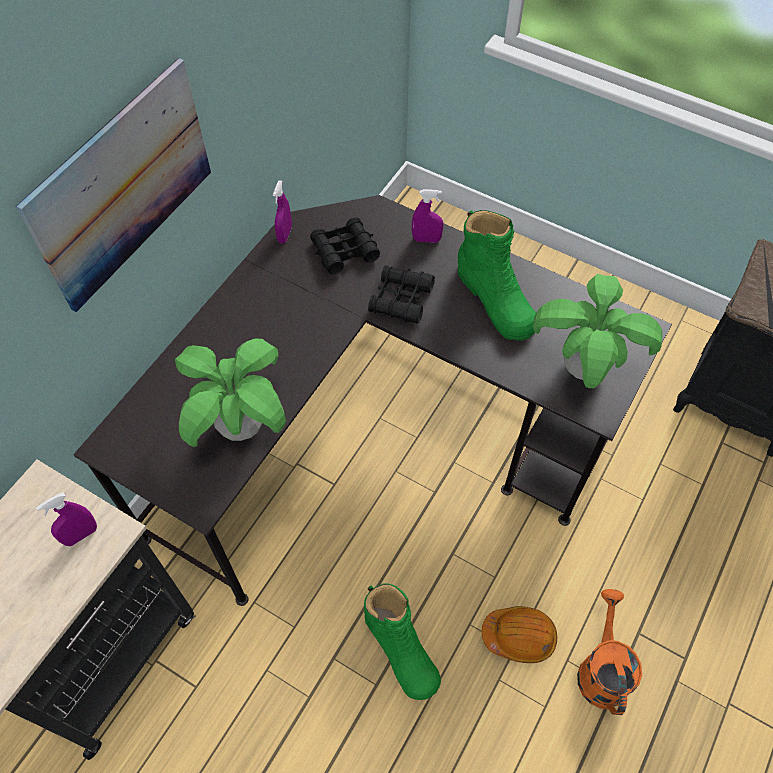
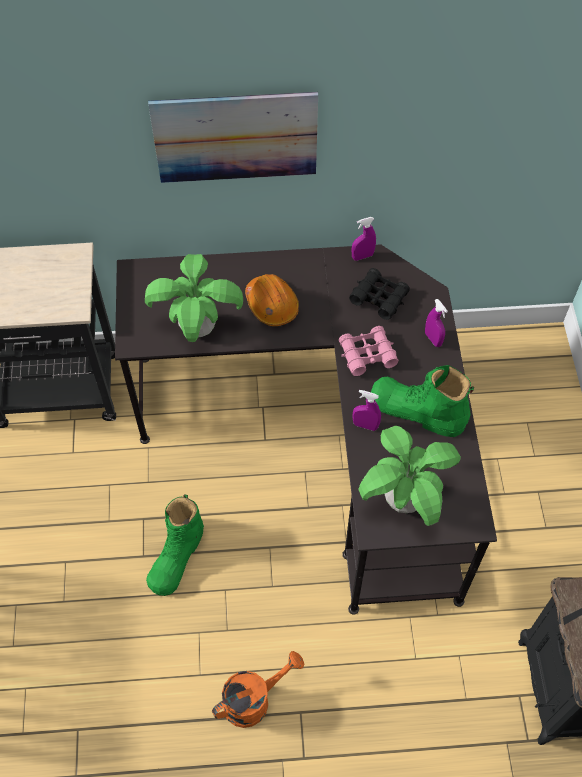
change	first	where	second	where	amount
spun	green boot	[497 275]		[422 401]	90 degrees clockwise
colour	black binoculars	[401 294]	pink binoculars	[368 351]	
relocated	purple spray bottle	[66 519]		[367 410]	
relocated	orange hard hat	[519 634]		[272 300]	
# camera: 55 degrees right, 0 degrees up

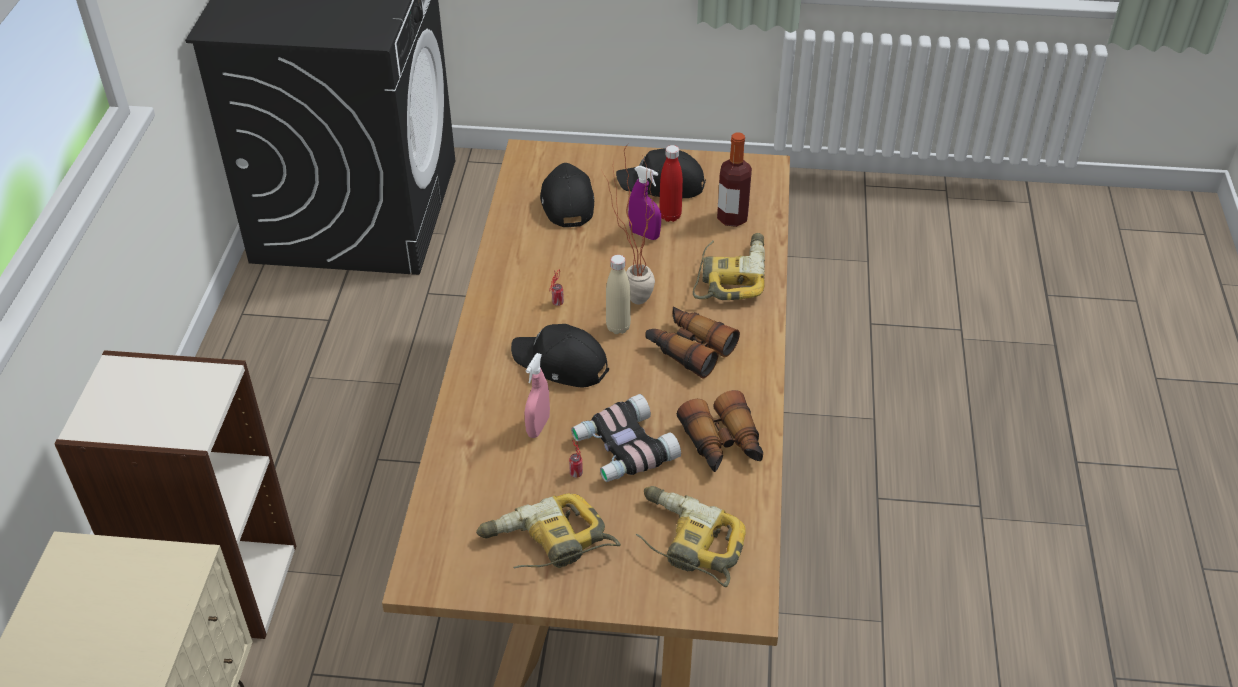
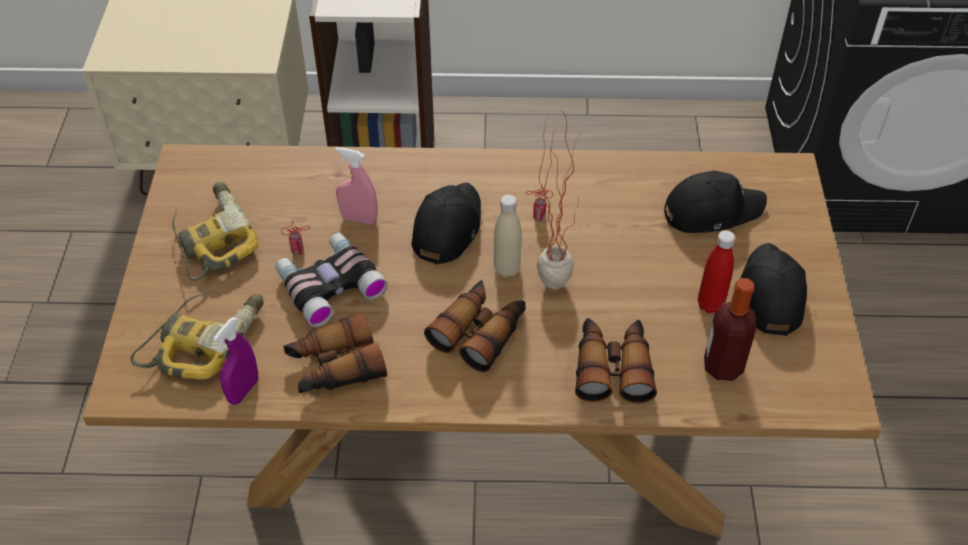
change	first	where	second	where	amount
relocated	purple spray bottle	[644 203]		[235 361]	
exchanged	power drill	[729 266]	binoculars	[616 360]	
# camera: 85 degrees right, 5 degrees up

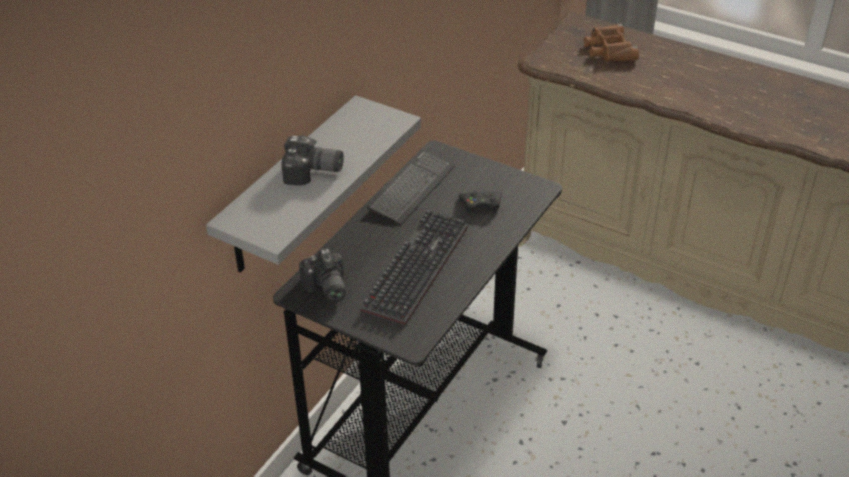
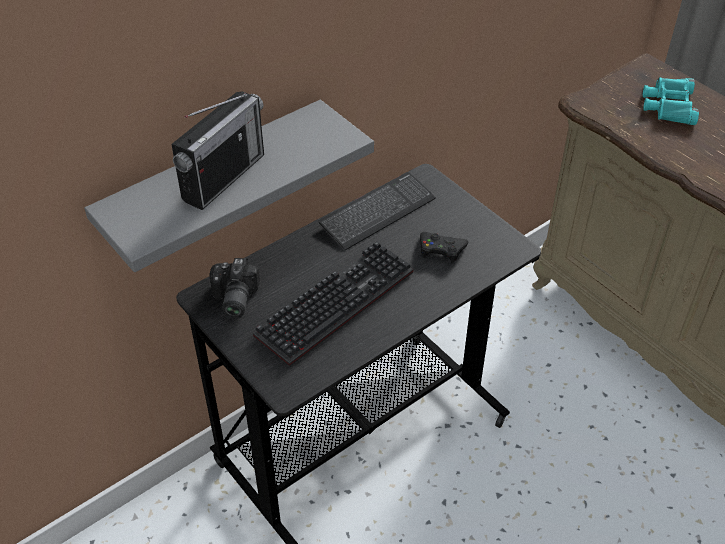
change	first	where	second	where	amount
colour	brown binoculars	[611 43]	turquoise binoculars	[671 101]	
exchanged	photo camera	[312 160]	radio	[217 150]	
# camera: 20 degrees right, 5 degrees up

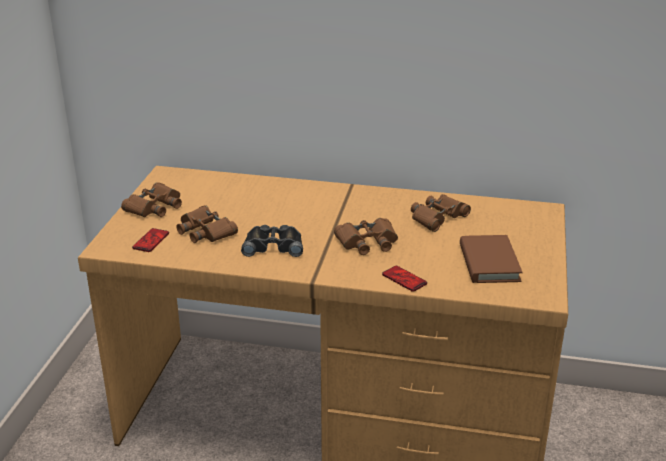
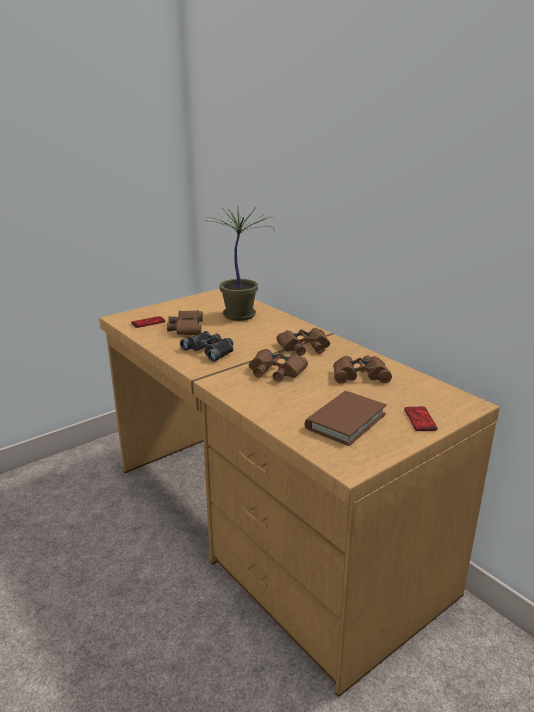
change	first	where	second	where	amount
relocated	brown binoculars	[151 199]		[303 342]	
relocated	phone	[404 279]		[421 418]	
appeared			potted plant	[241 263]	
# camera: 40 degrees right, 5 degrees down

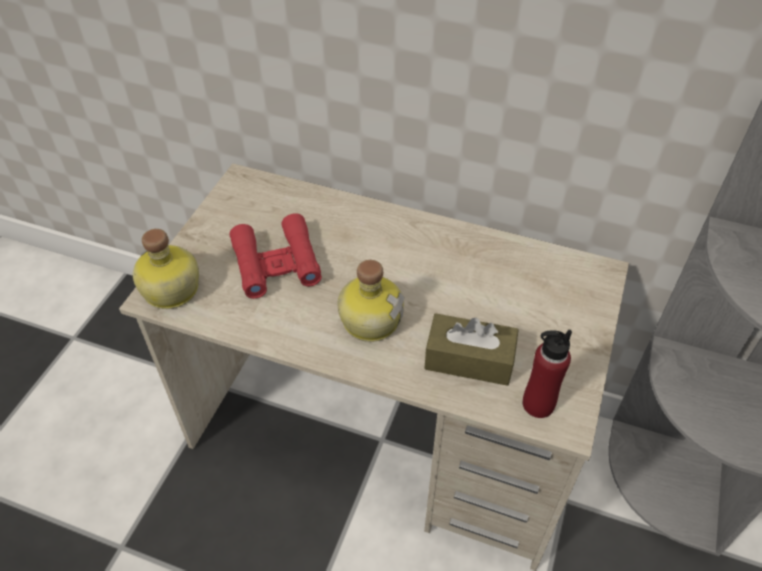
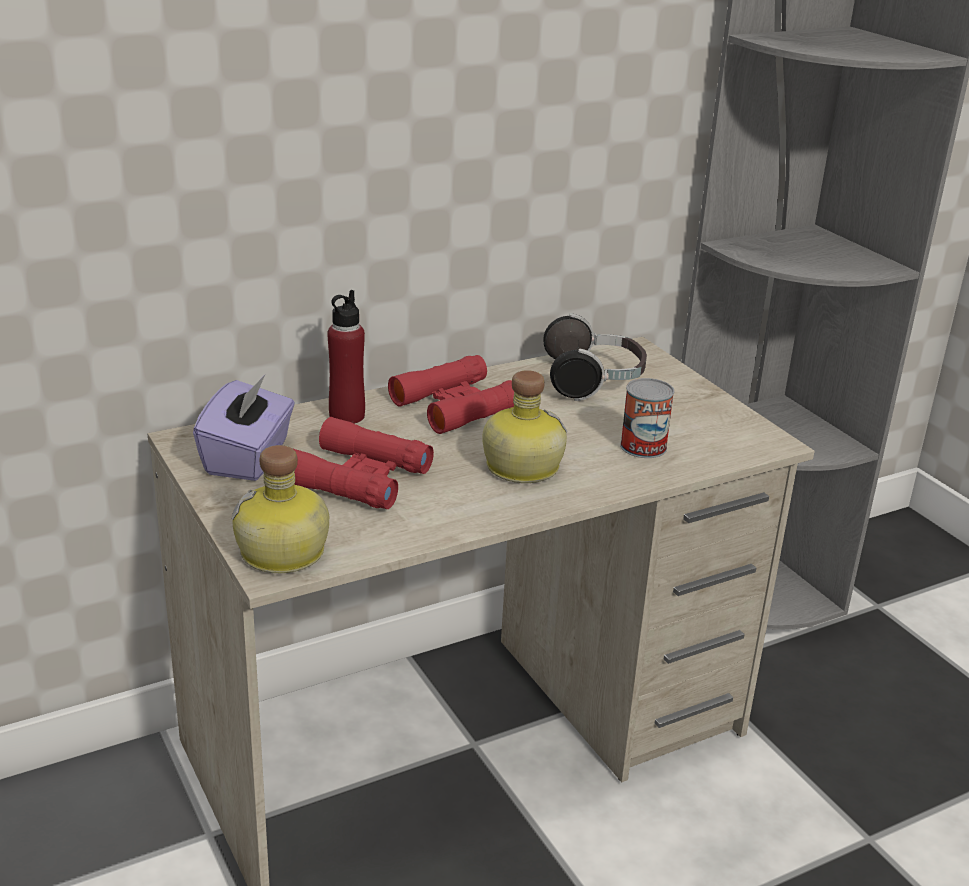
change	first	where	second	where	amount
exchanged	brown tissue box	[471 349]	can	[647 418]	
relocated	red bottle	[547 374]		[346 357]	
appeared			headphones	[595 357]	
appeared			red binoculars	[451 394]	
appeared			purple tissue box	[244 428]	
# camera: 50 degrees left, 20 degrees down

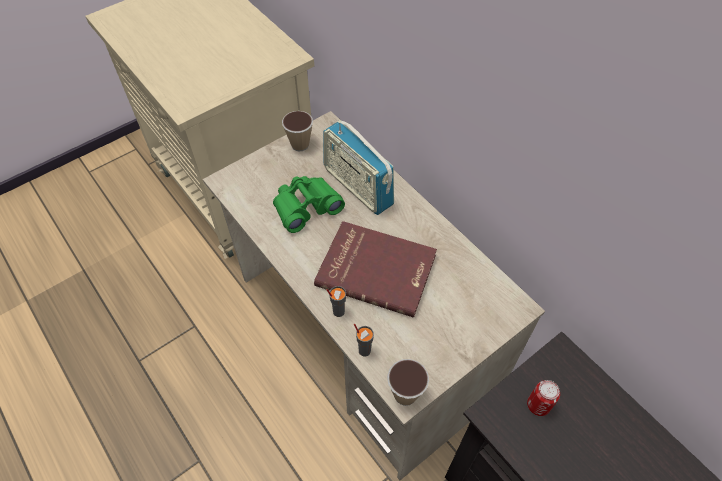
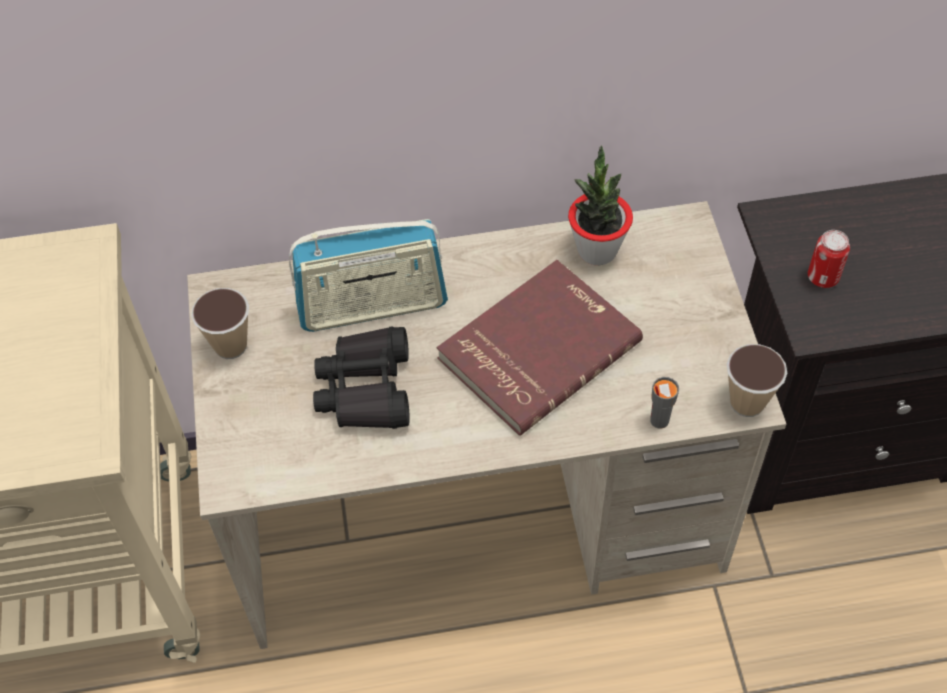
change	first	where	second	where	amount
colour	green binoculars	[309 204]	black binoculars	[361 377]	
missing	grey cup	[336 301]			
appeared			potted plant	[600 205]	
# camera: 60 degrees left, 0 degrees up

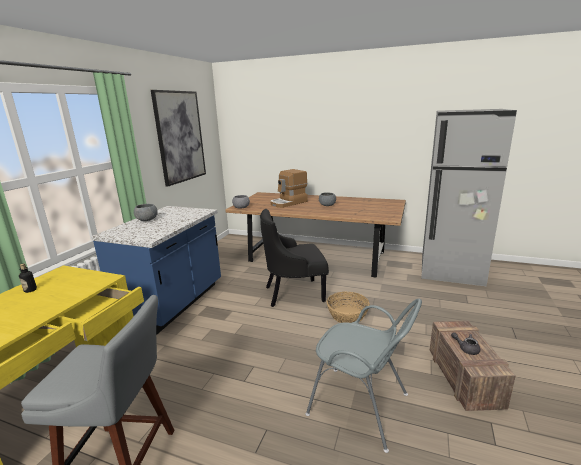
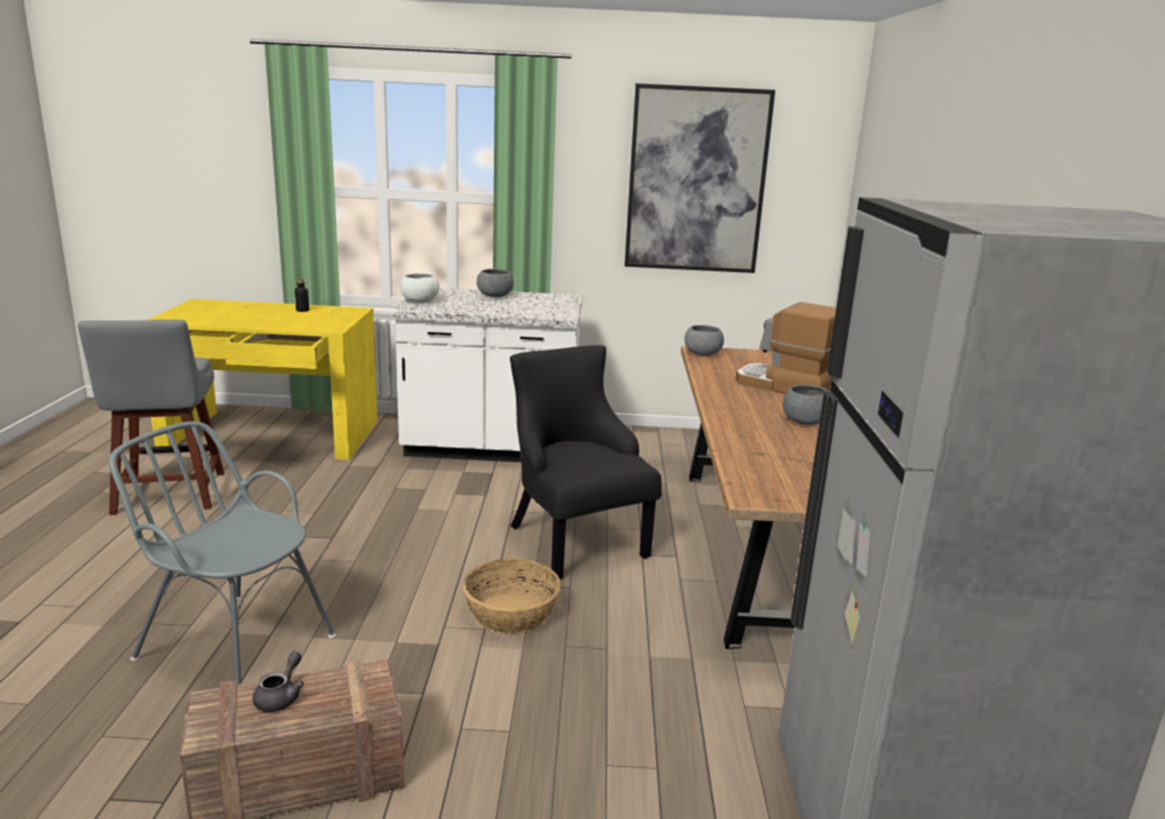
change	first	where	second	where	amount
colour	blue counter	[156 270]	white counter	[487 375]	
spun	grey chair	[363 376]		[222 552]	105 degrees clockwise
appeared			white bowl	[419 288]	
# camera: 70 degrees right, 0 degrees up

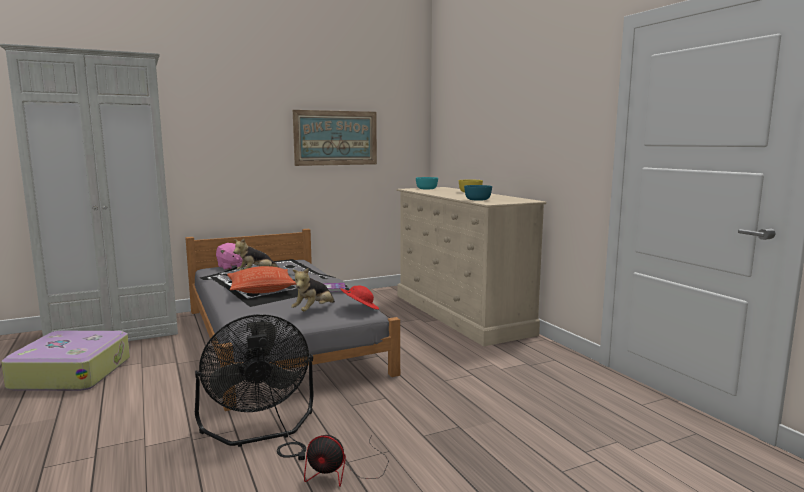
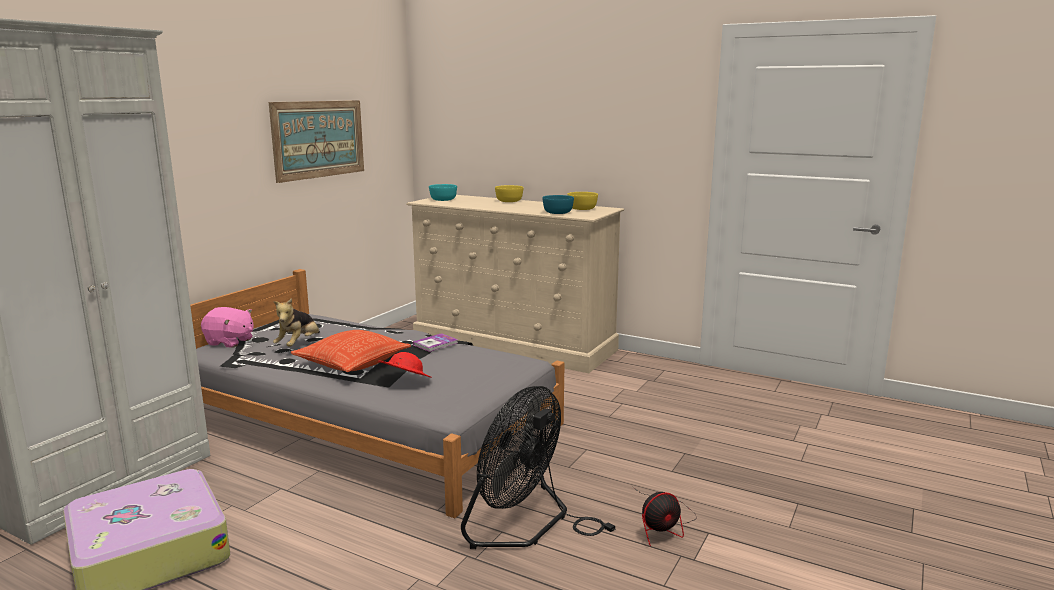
change	first	where	second	where	amount
missing	plush toy	[313 289]			
relocated	red hat	[359 297]		[405 365]	
appeared			yellow bowl	[582 201]	
# camera: 35 degrees left, 5 degrees up

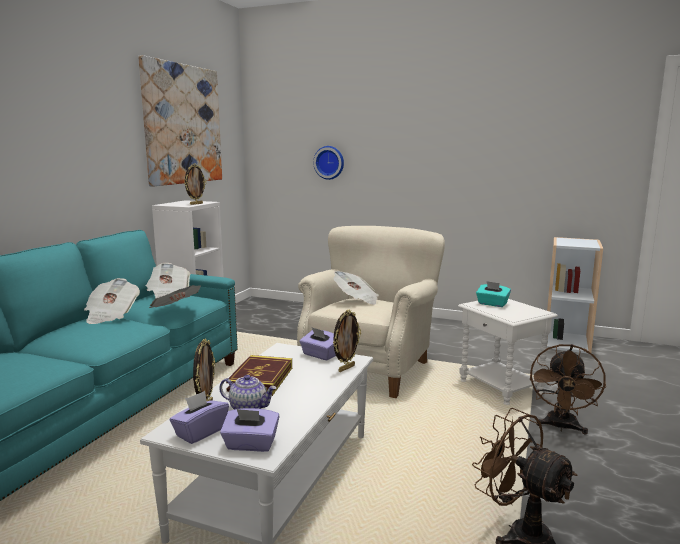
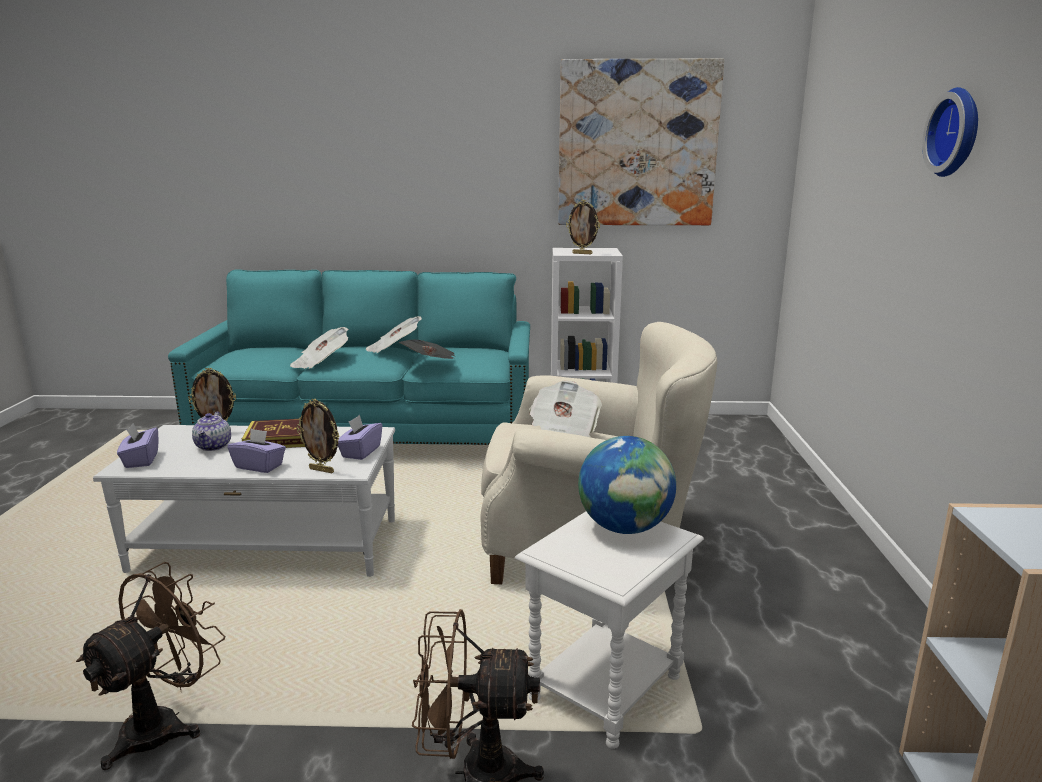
change	first	where	second	where	amount
relocated	wall clock	[328 163]		[950 132]	
relocated	newspaper	[168 280]		[319 348]	
exchanged	turquoise tissue box	[493 294]	globe	[627 485]	
relocated	purple tissue box	[199 417]		[256 451]	
# camera: 70 degrees right, 5 degrees up

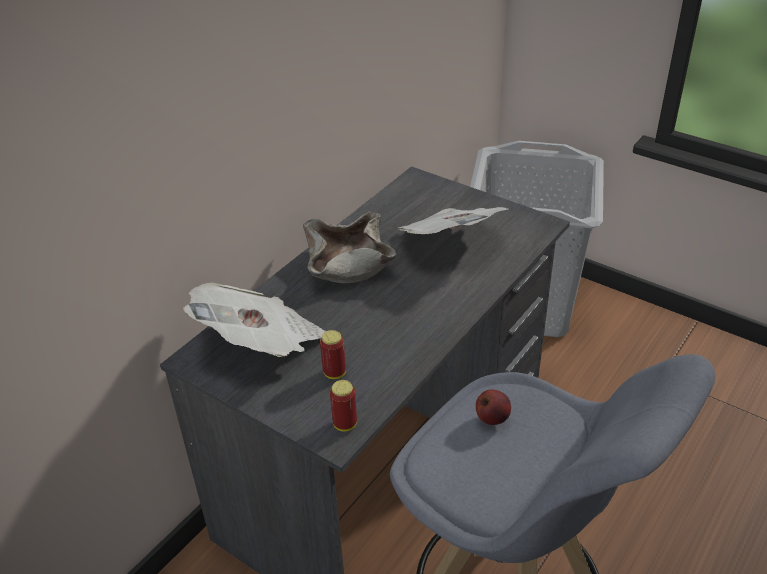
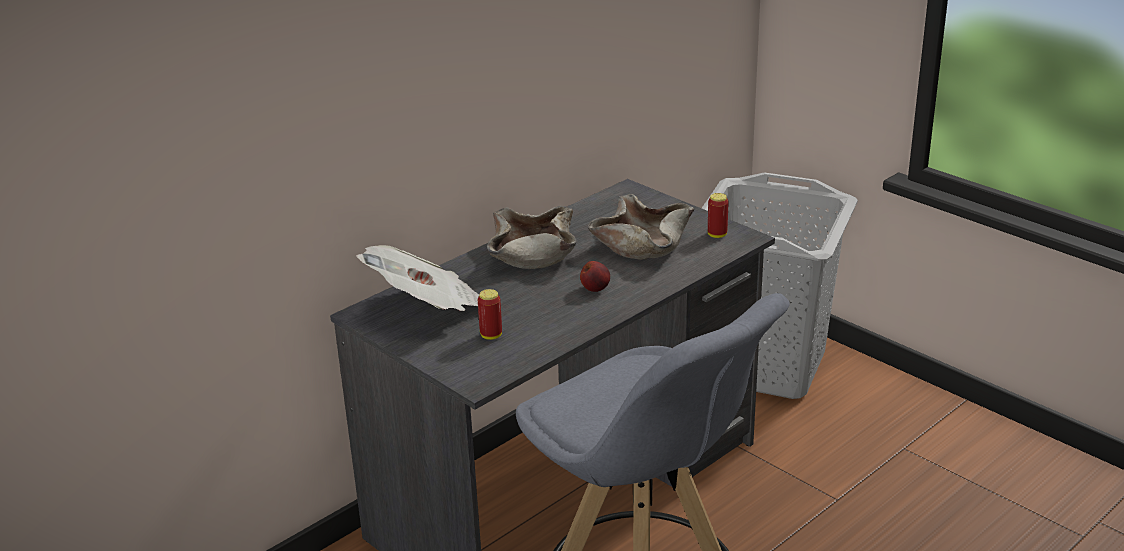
change	first	where	second	where	amount
exchanged	newspaper	[453 220]	beige bowl	[641 227]	
relocated	can	[343 405]		[718 215]	
relocated	apple	[493 407]		[595 276]	
# camera: 10 degrees right, 10 degrees down

